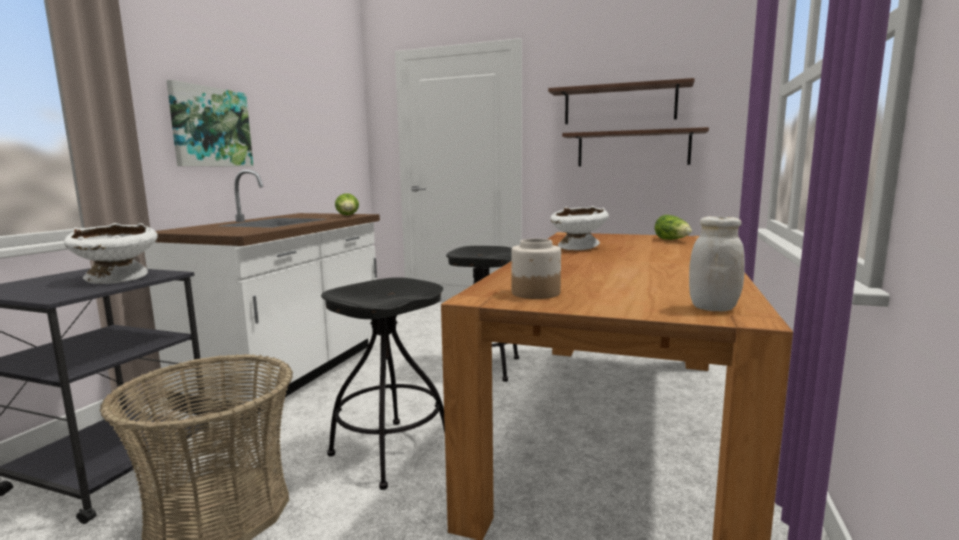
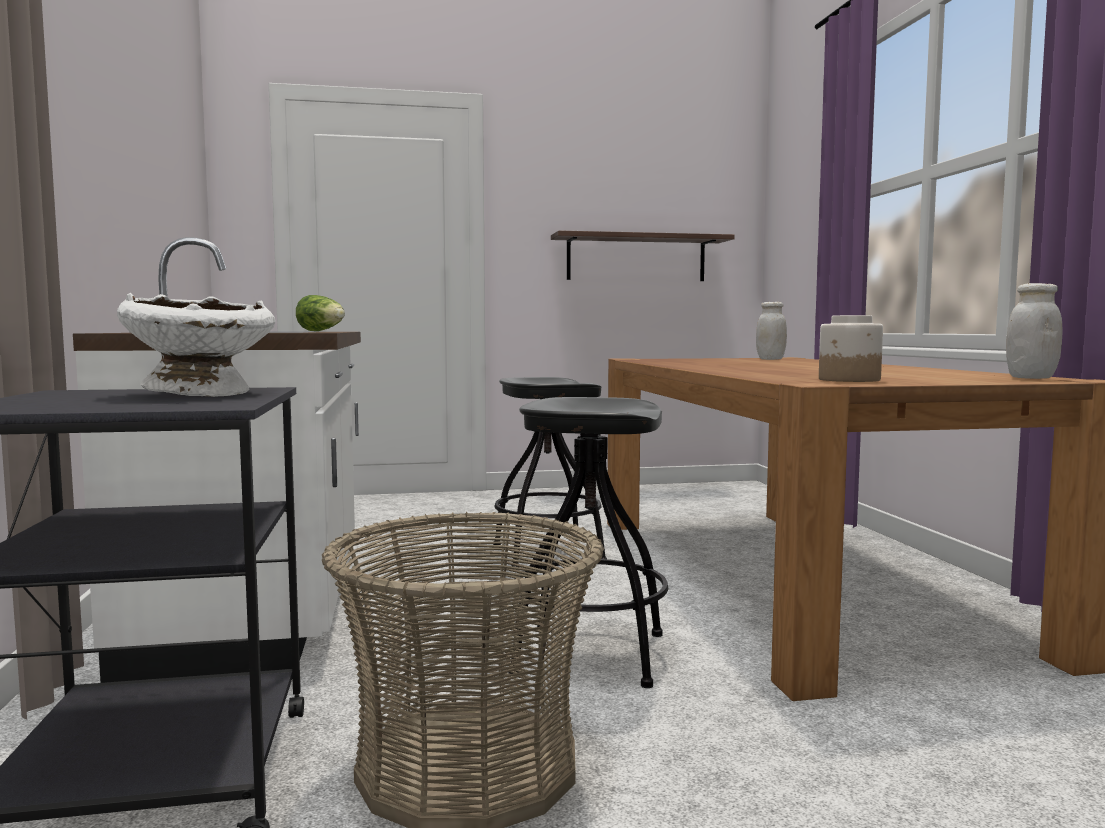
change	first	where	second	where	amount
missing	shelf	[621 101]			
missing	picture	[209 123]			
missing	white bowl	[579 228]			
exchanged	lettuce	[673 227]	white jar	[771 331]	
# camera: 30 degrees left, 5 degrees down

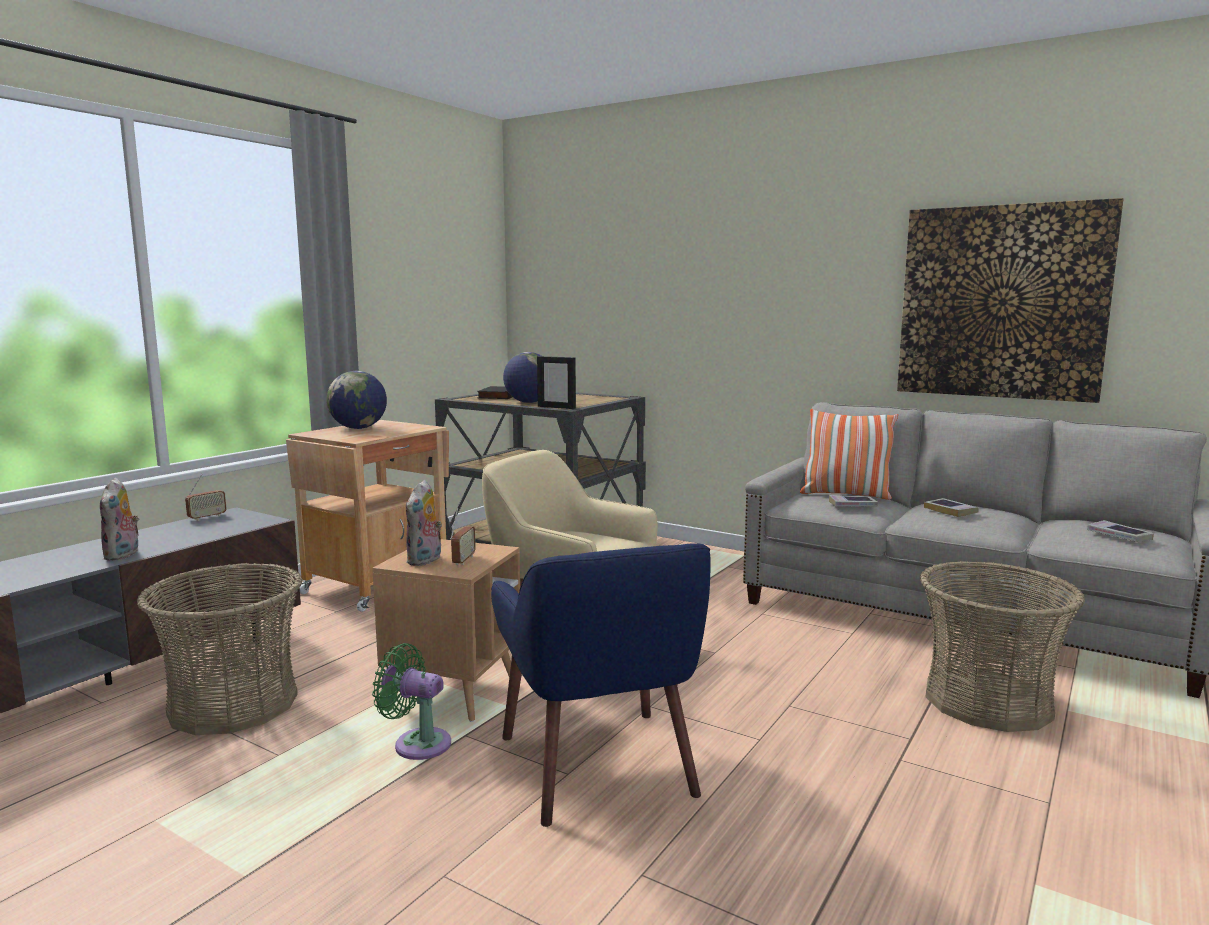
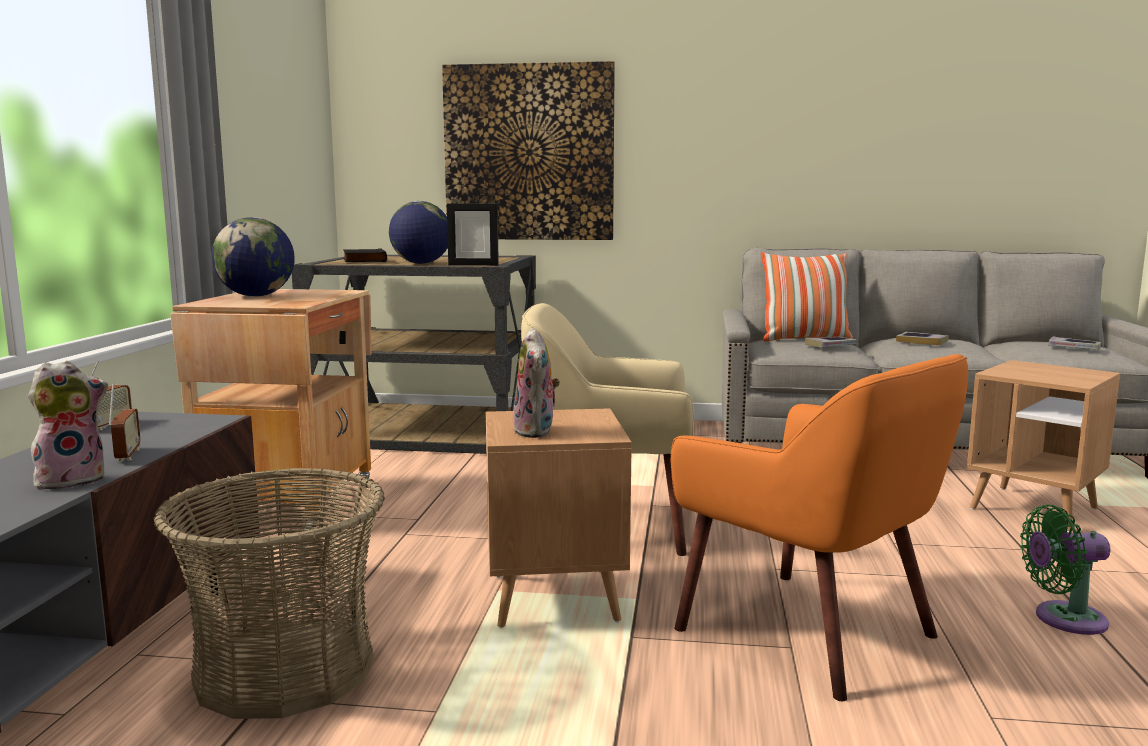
change	first	where	second	where	amount
relocated	picture	[1010 300]		[528 150]	
spun	plush toy	[119 519]		[68 426]	90 degrees counterclockwise
relocated	radio	[463 536]		[124 422]	
colour	blue armchair	[601 685]	orange armchair	[819 527]	
exchanged	basket	[1002 646]	brown side table	[1043 446]	
relocated	green fan	[411 701]		[1065 570]	
# camera: 25 degrees left, 0 degrees up

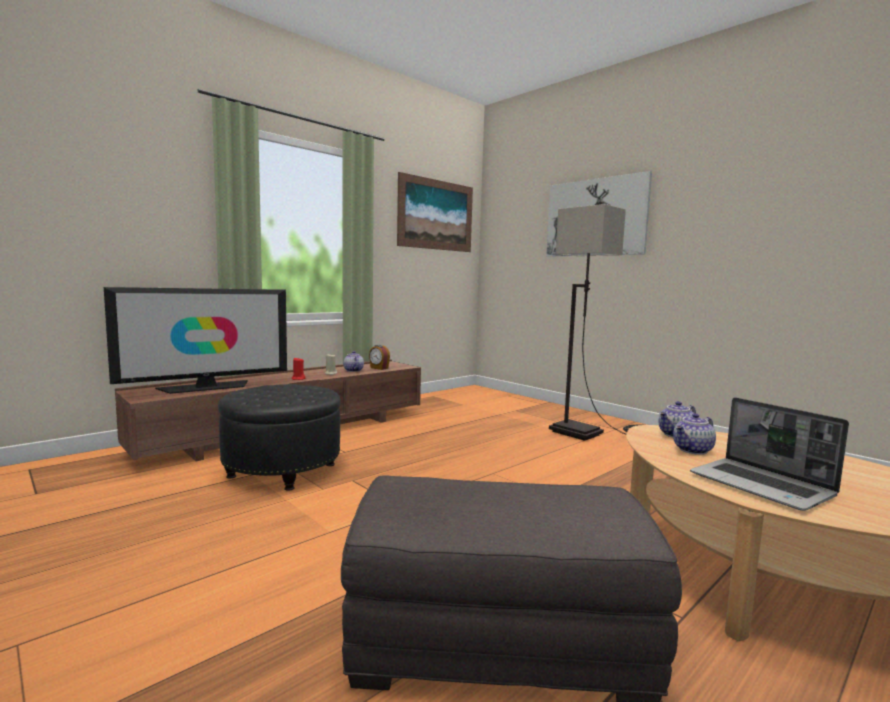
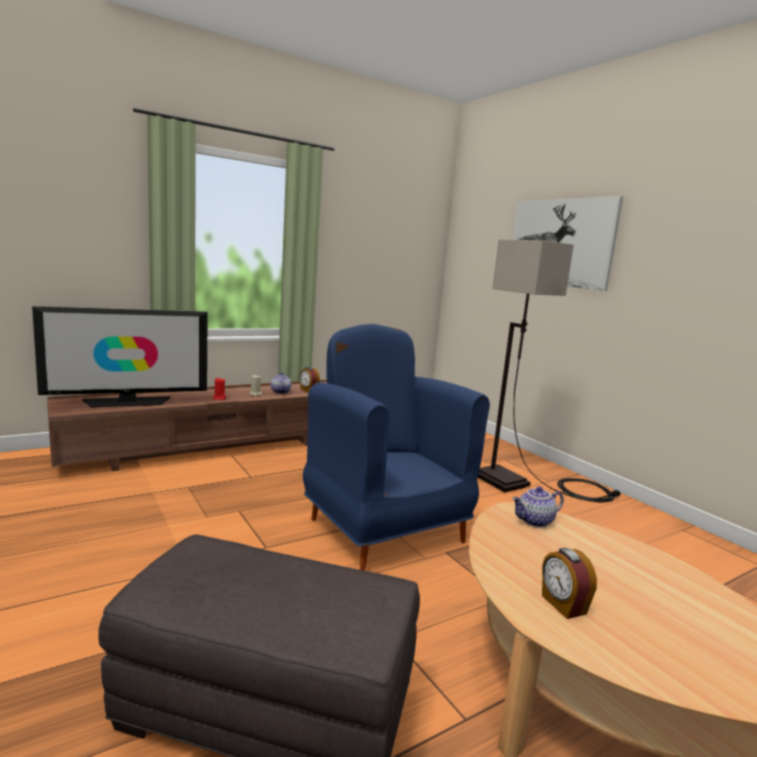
change	first	where	second	where	amount
missing	picture	[435 212]			
missing	black ottoman	[279 437]			
exchanged	laptop	[769 454]	alarm clock	[569 583]	
missing	teapot	[694 434]			
appeared			blue armchair	[396 447]	
# camera: 10 degrees right, 5 degrees up

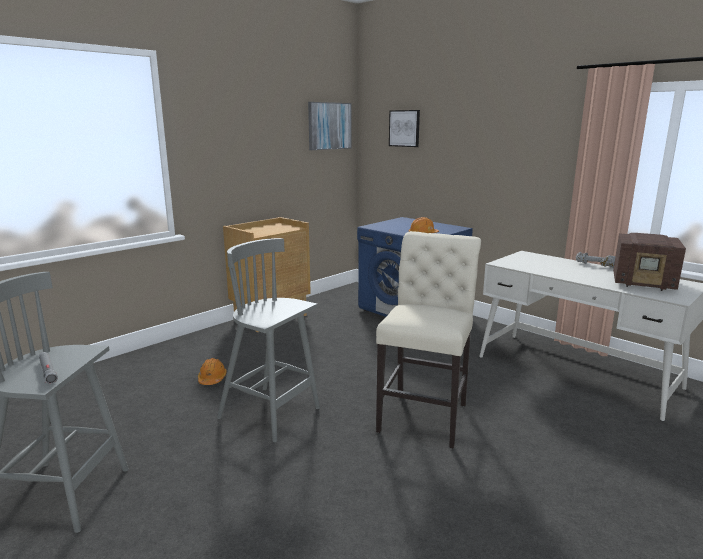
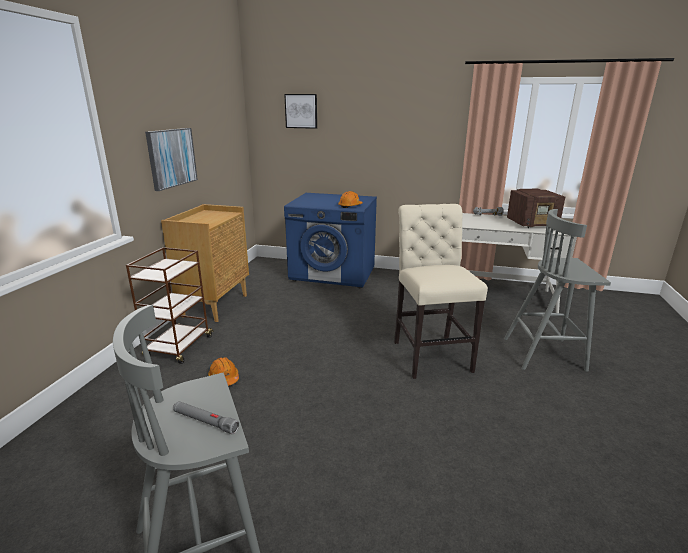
change	first	where	second	where	amount
relocated	picture	[330 126]		[171 159]	
relocated	grey stool	[268 340]		[557 290]	
appeared			brown cart	[170 305]	
# camera: 30 degrees left, 5 degrees up

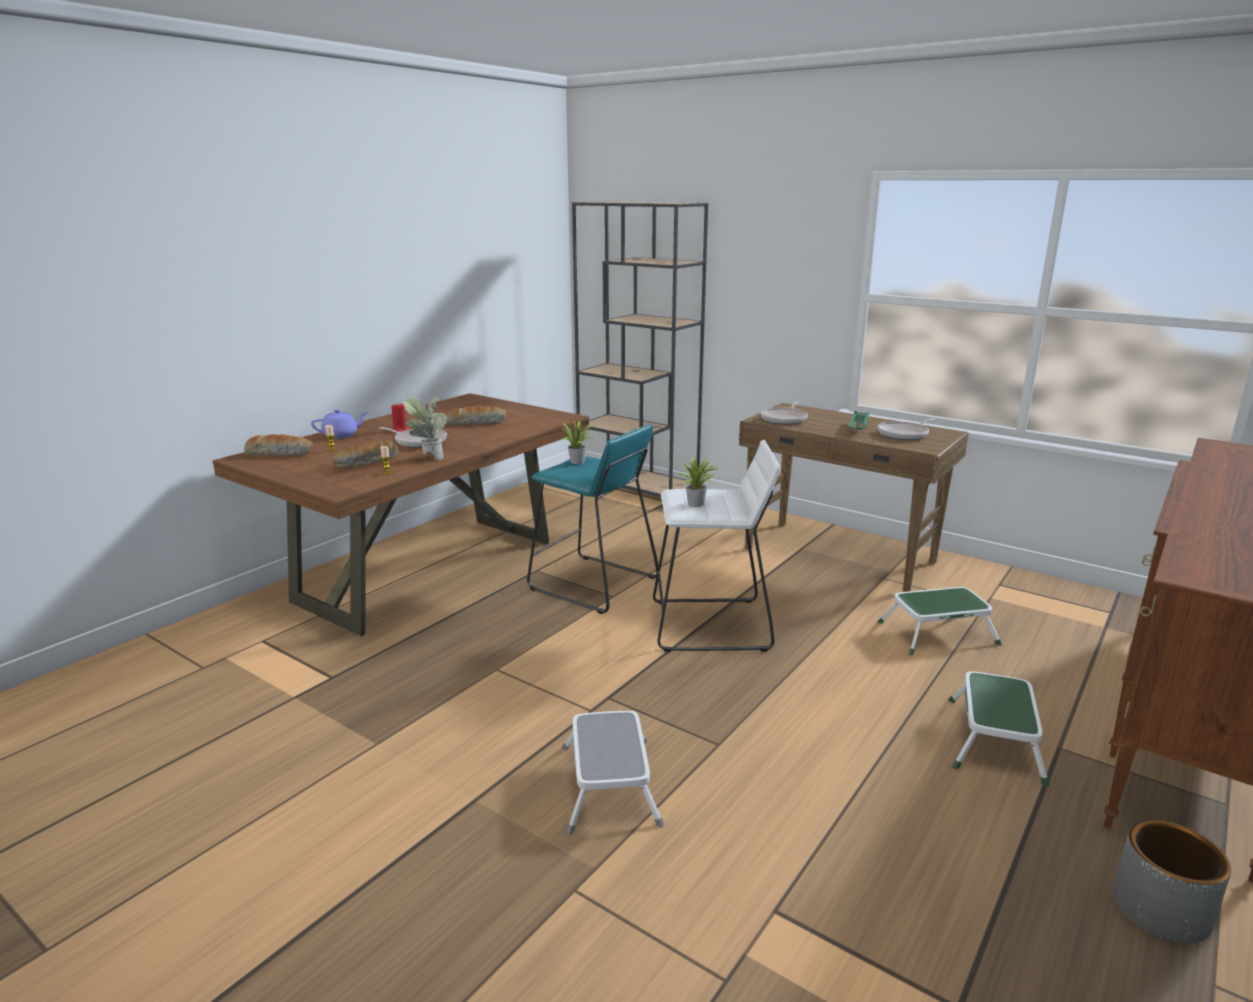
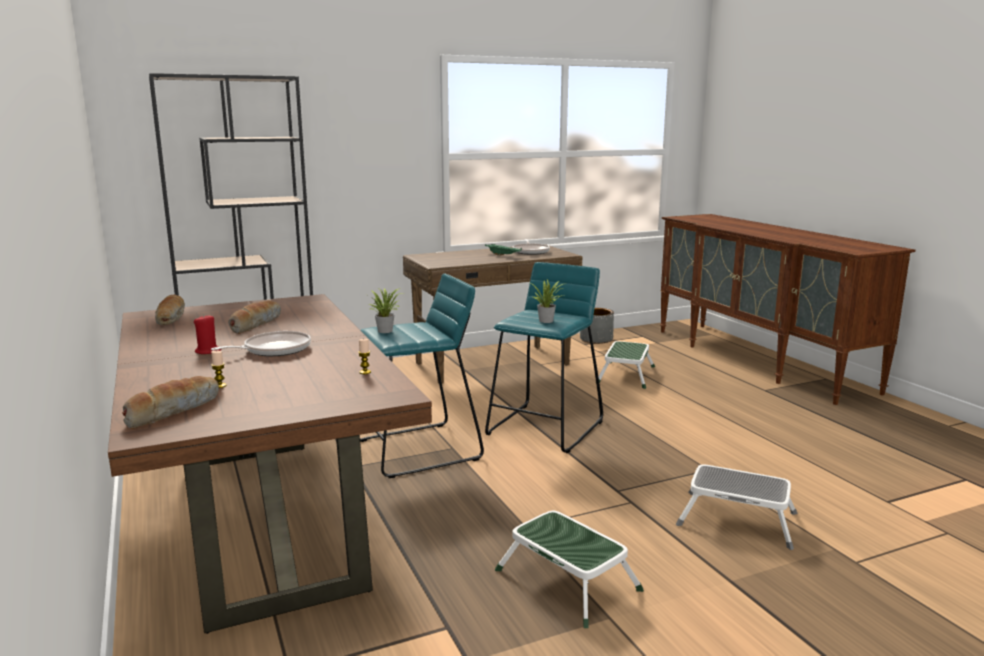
change	first	where	second	where	amount
missing	potted plant	[425 428]			
missing	frying pan	[784 413]			
missing	purple teapot	[339 424]			
relocated	bread	[366 454]		[170 310]	
colour	white stool	[716 546]	turquoise stool	[544 357]	
relocated	green step ladder	[999 729]		[569 569]	
relocated	grey planter	[1172 881]		[597 326]	
# camera: 60 degrees left, 5 degrees down

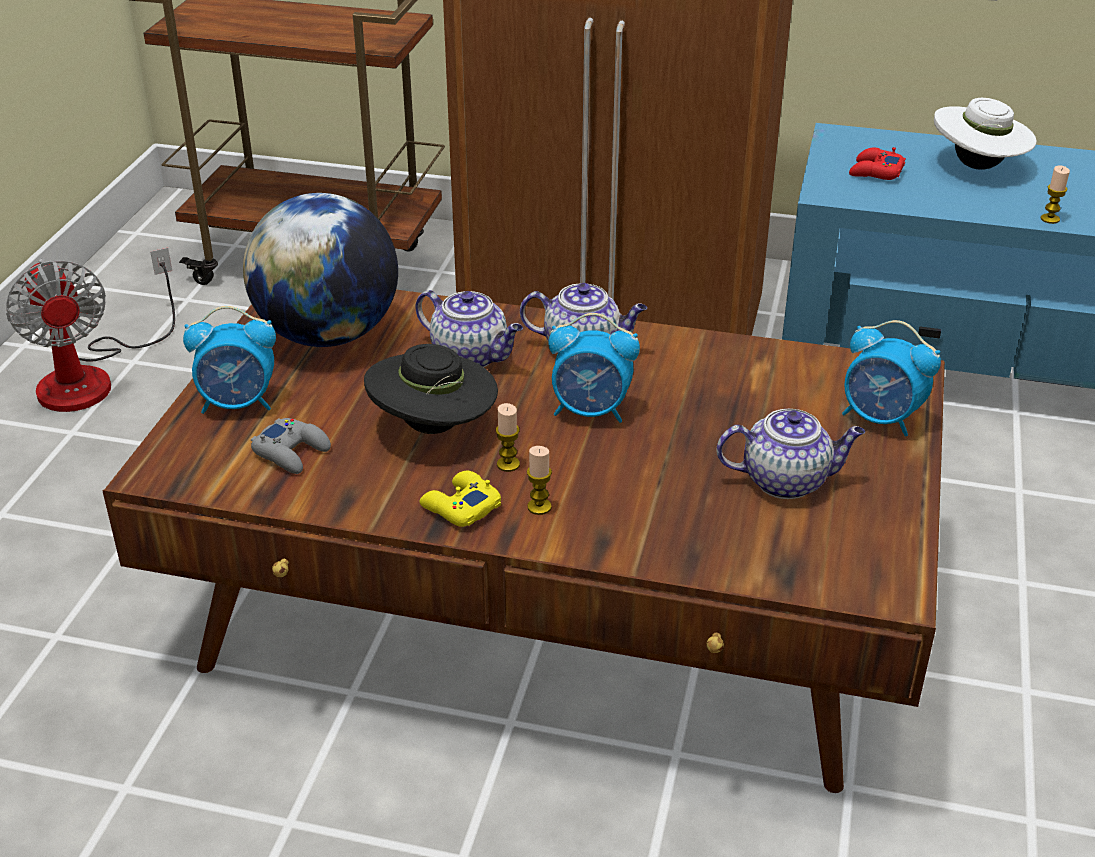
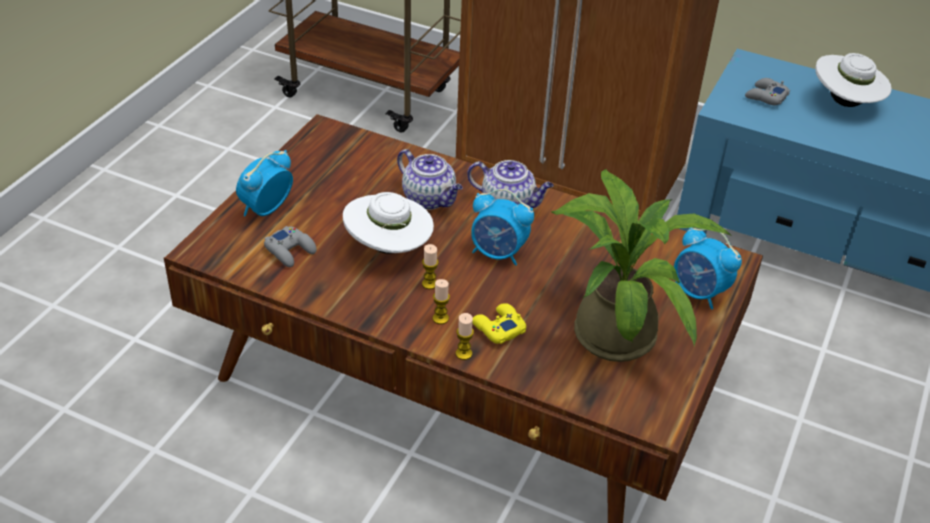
change	first	where	second	where	amount
colour	red game controller	[877 163]	grey game controller	[767 92]	
relocated	candle	[1055 194]		[465 336]	
missing	globe	[320 270]			
missing	fan	[90 330]			
spun	alarm clock	[229 360]		[264 183]	120 degrees clockwise
colour	black hat	[431 389]	white hat	[388 223]	
exchanged	teapot	[790 454]	potted plant	[641 265]	
relocated	yellow game controller	[460 498]		[499 323]	
# camera: 10 degrees right, 5 degrees up

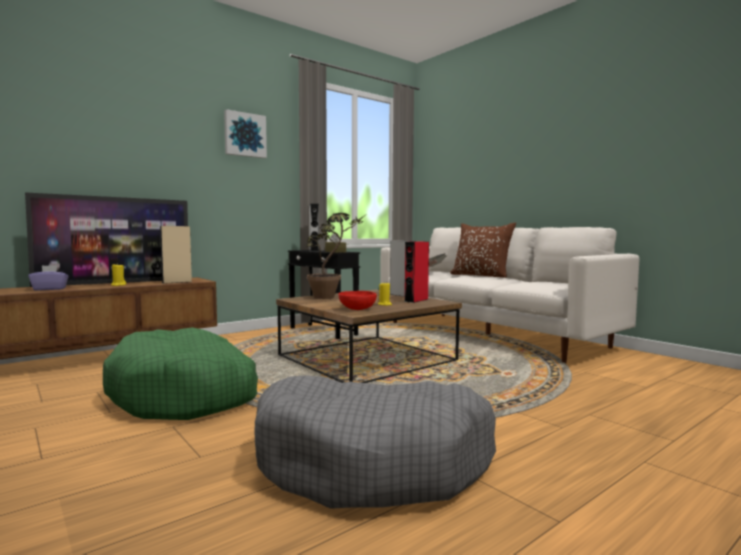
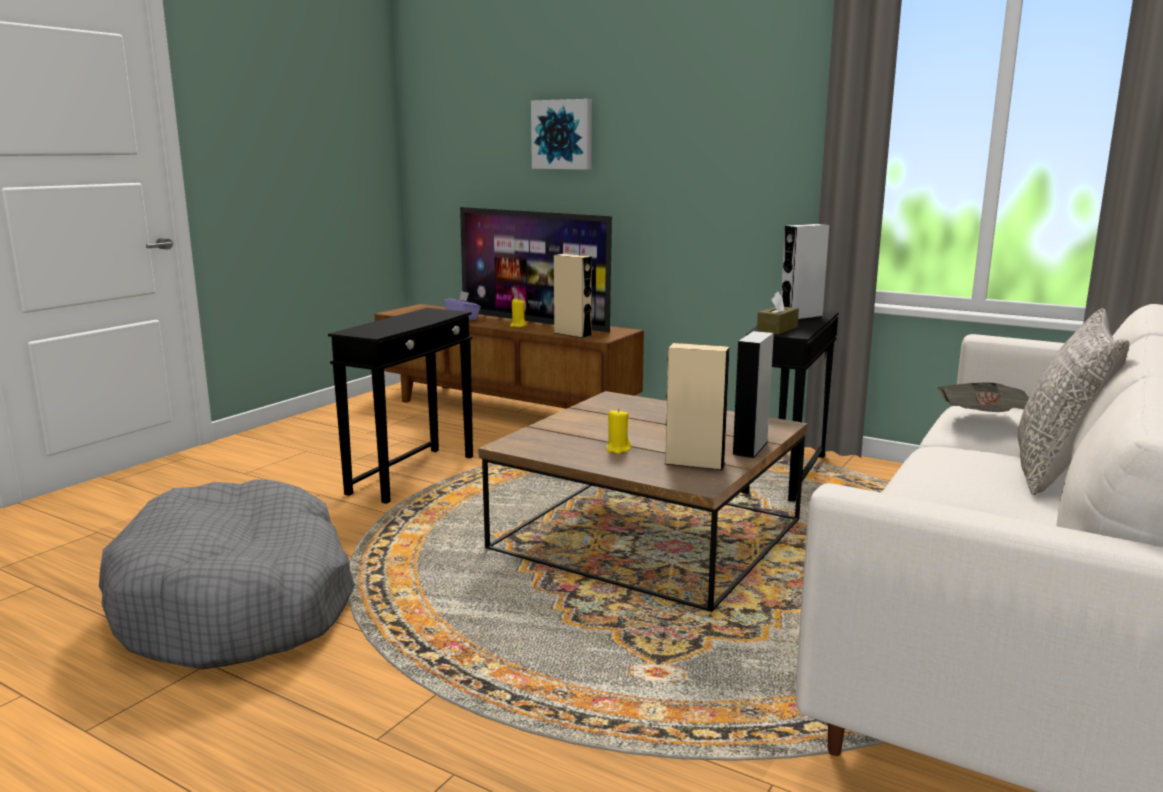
change	first	where	second	where	amount
relocated	picture	[245 133]		[561 134]	
missing	potted plant	[335 256]			
colour	brown pillow	[483 250]	grey pillow	[1073 401]	
colour	red speaker	[416 272]	beige speaker	[697 406]	
missing	red bowl	[357 300]			
exchanged	green dog bed	[180 373]	black side table	[400 406]	
# camera: 70 degrees right, 10 degrees up

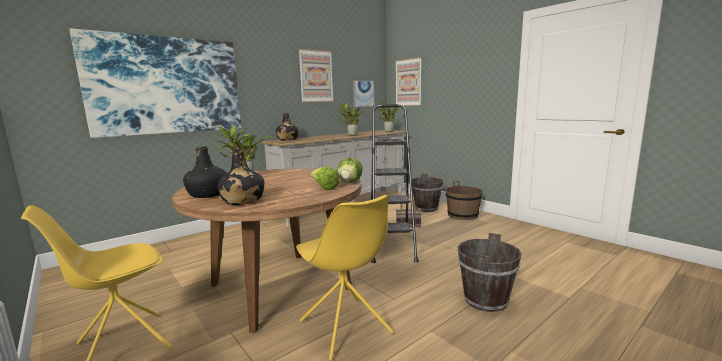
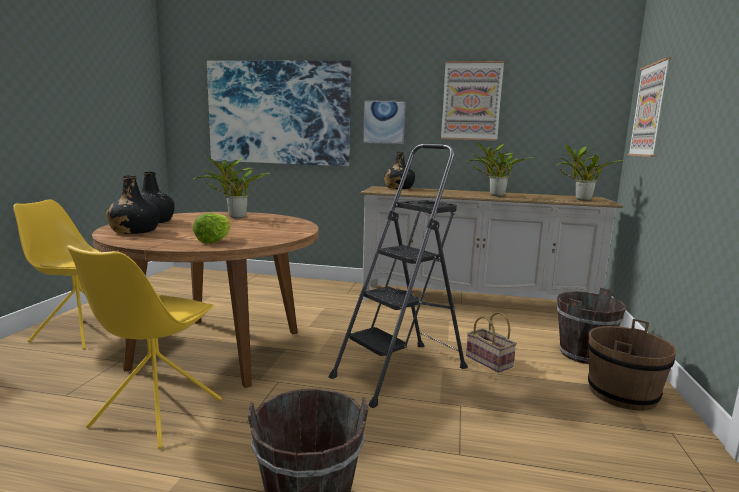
change	first	where	second	where	amount
relocated	picture	[363 93]		[384 122]	
missing	lettuce	[350 170]			
# camera: 50 degrees right, 0 degrees up

